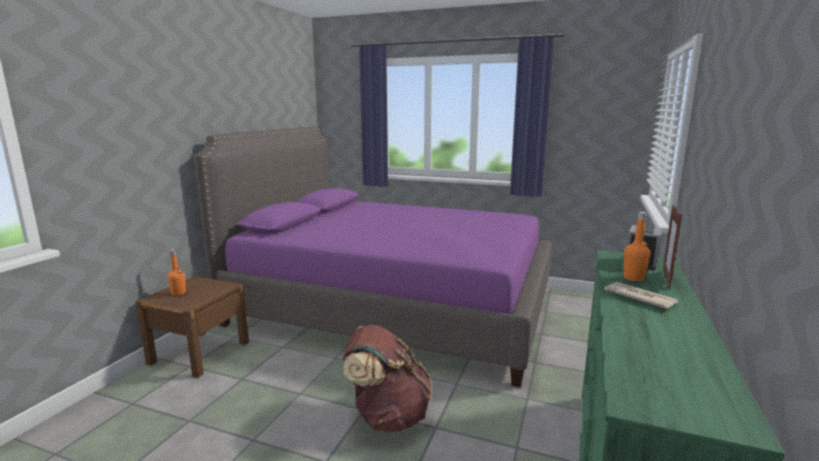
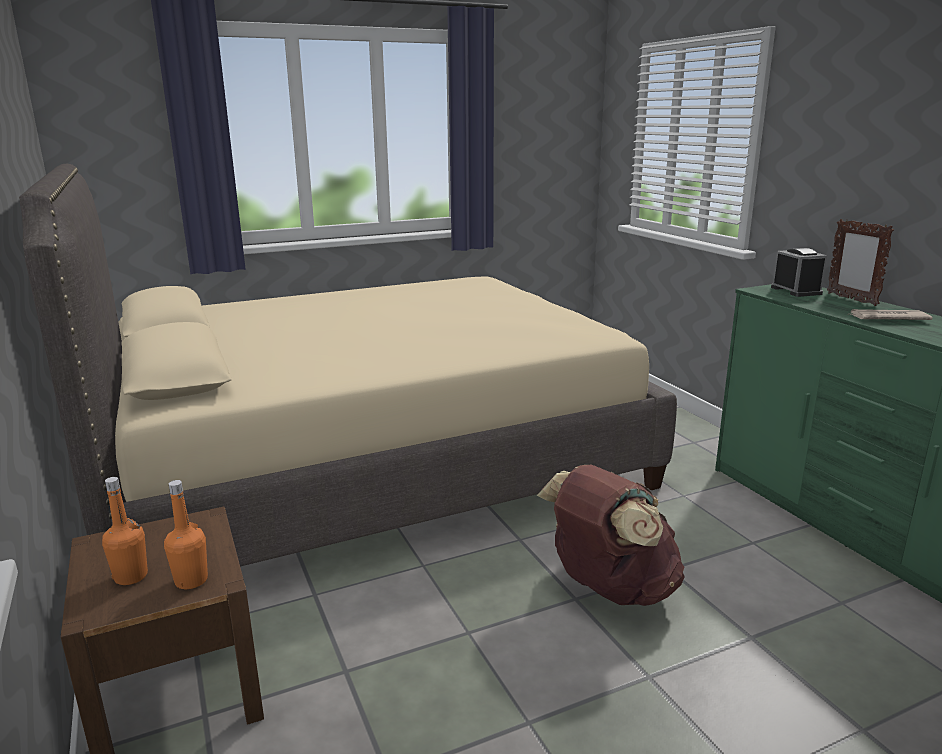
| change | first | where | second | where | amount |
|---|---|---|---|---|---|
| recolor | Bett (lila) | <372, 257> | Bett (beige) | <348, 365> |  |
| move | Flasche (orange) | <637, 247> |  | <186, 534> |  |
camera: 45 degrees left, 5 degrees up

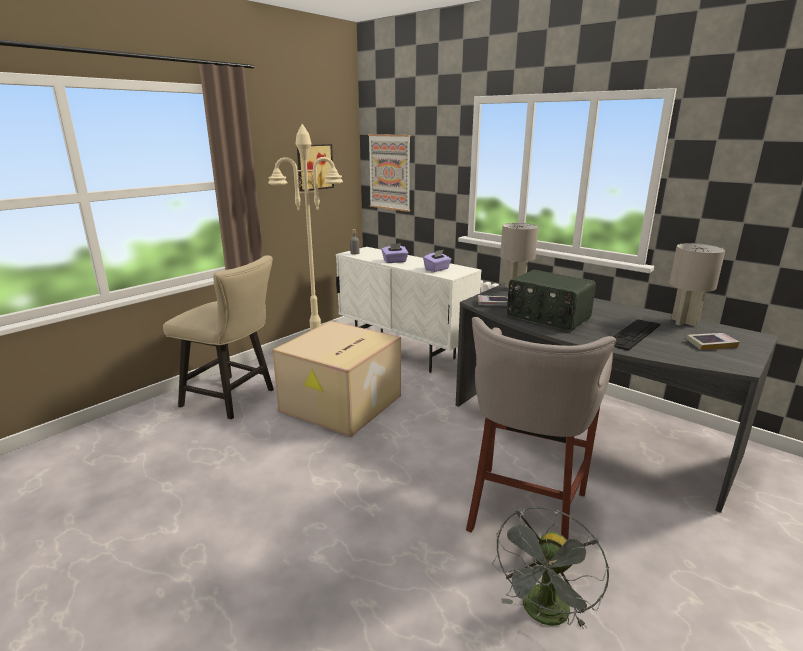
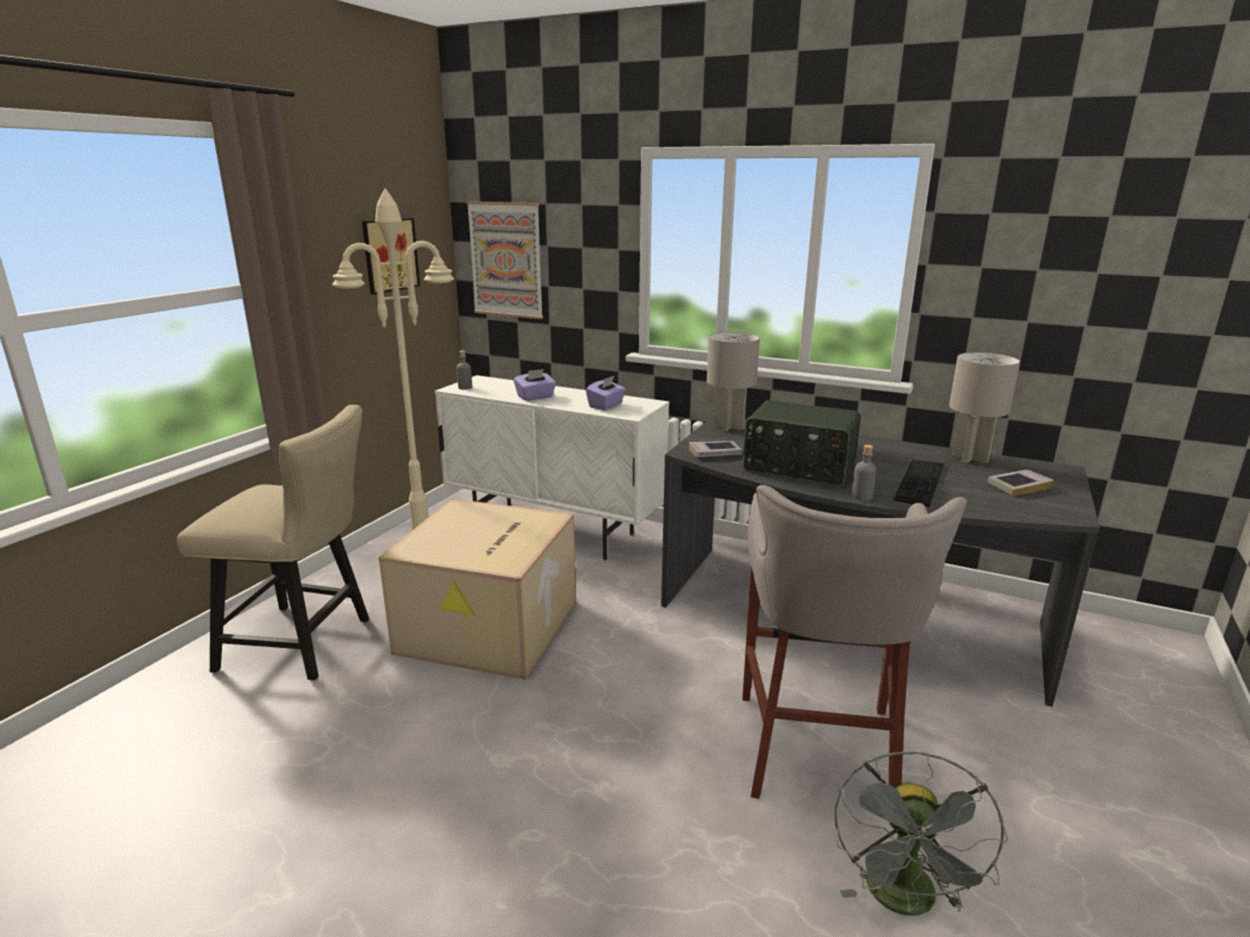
| change | first | where | second | where | amount |
|---|---|---|---|---|---|
| insert |  |  | Flasche (grau) | <864, 473> |  |
camera: 15 degrees left, 0 degrees up

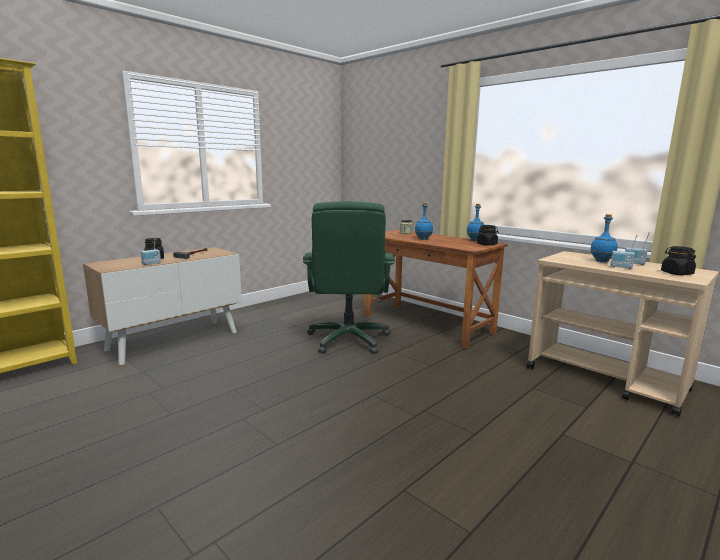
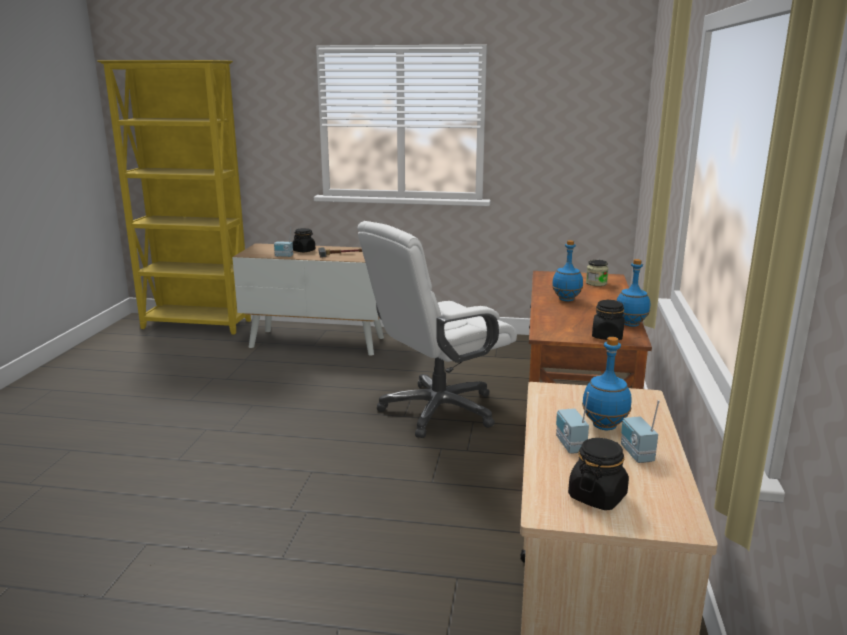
| change | first | where | second | where | amount |
|---|---|---|---|---|---|
| recolor | Bürostuhl (grün) | <349, 277> | Bürostuhl (weiß) | <437, 329> |  |
camera: 55 degrees right, 5 degrees up

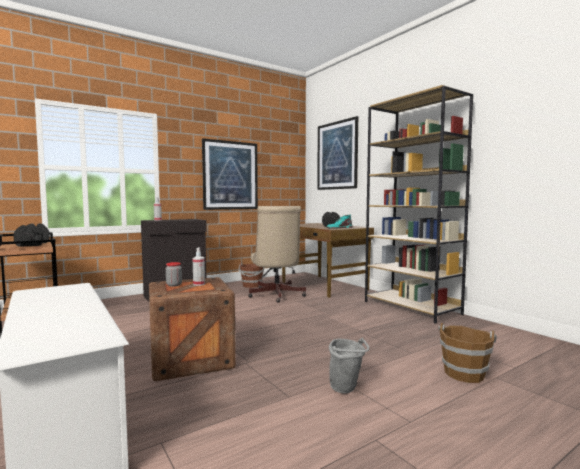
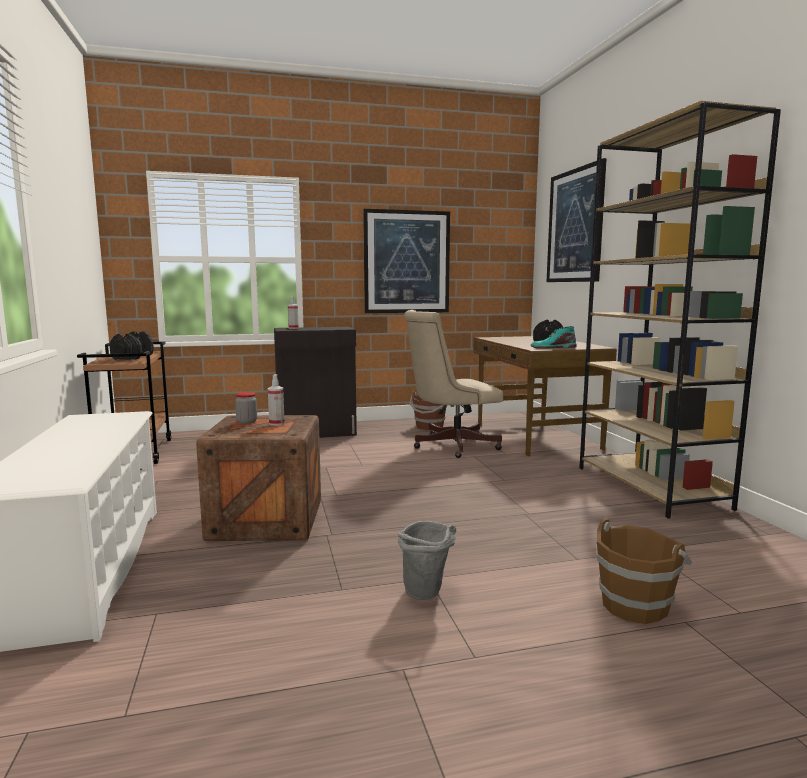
| change | first | where | second | where | amount |
|---|---|---|---|---|---|
| rotate | Bürostuhl (beige) | <277, 254> |  | <453, 384> | 60 degrees clockwise |
camera: 20 degrees right, 5 degrees up

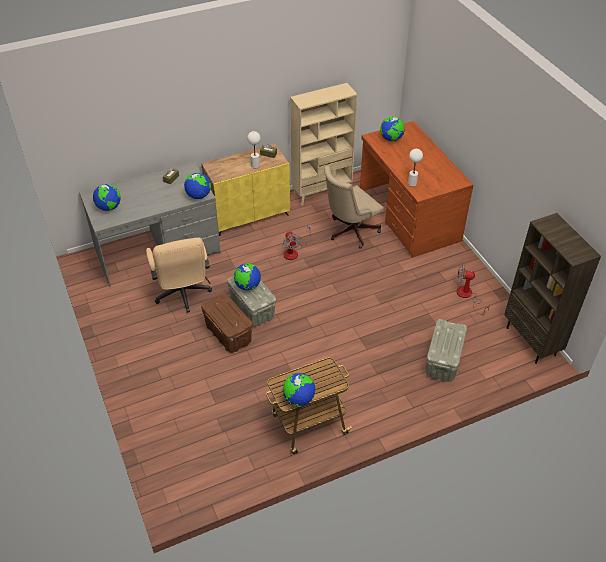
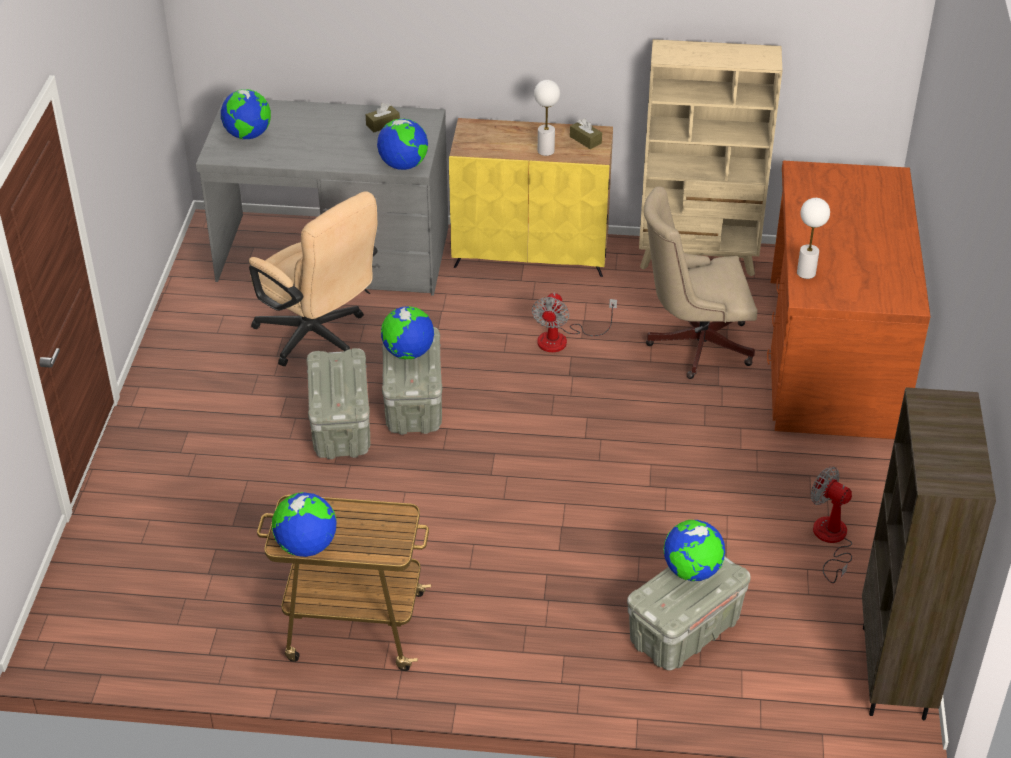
| change | first | where | second | where | amount |
|---|---|---|---|---|---|
| move | Globus | <392, 129> |  | <694, 550> |  |
| rotate | Bürostuhl (beige) | <179, 275> |  | <313, 278> | 60 degrees counterclockwise |
| recolor | Aufbewahrungsbox (braun) | <227, 323> | Aufbewahrungsbox (grau) | <338, 403> |  |
camera: 30 degrees right, 5 degrees down

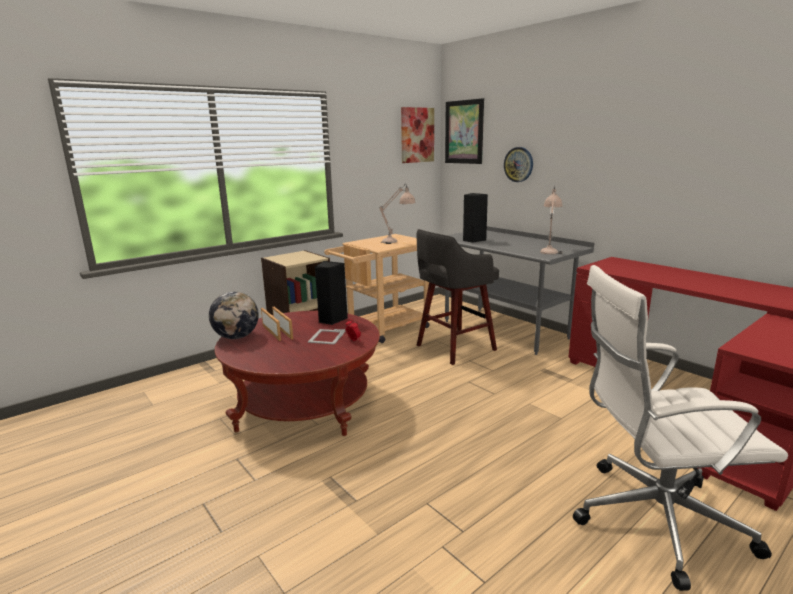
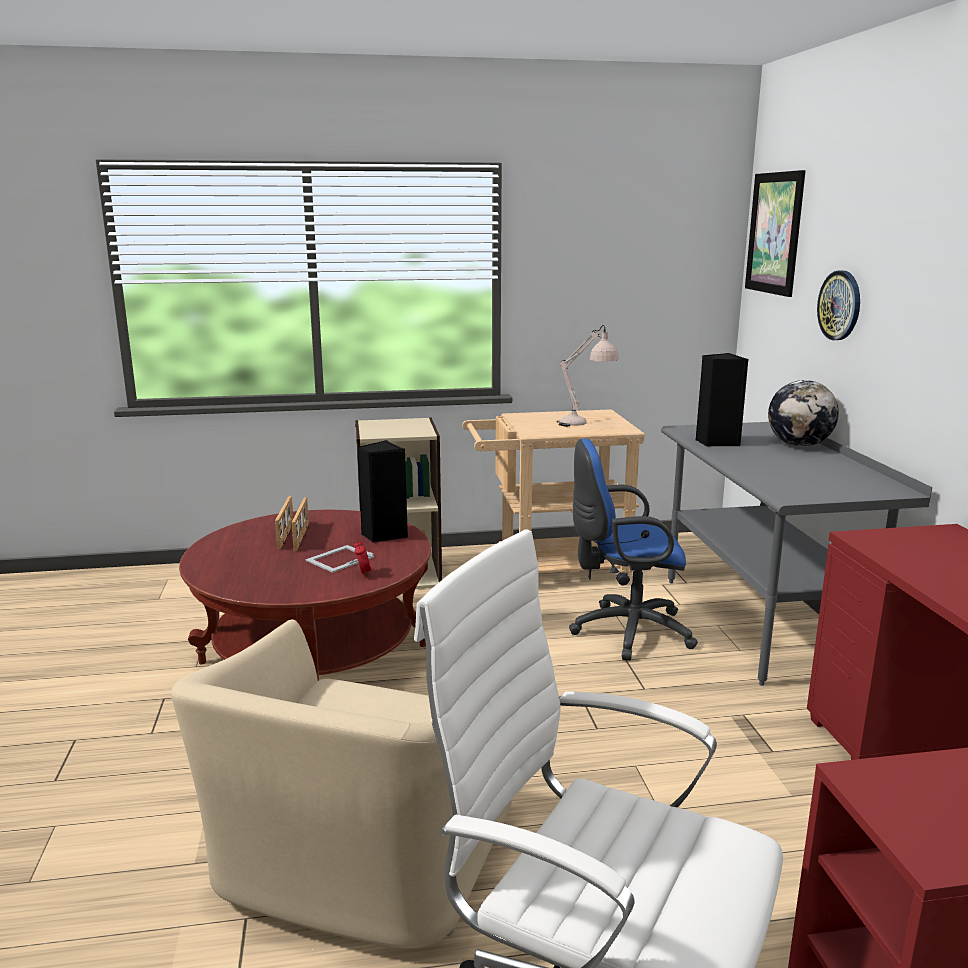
| change | first | where | second | where | amount |
|---|---|---|---|---|---|
| delete | Bild | <417, 135> |  |  |  |
| delete | Tischlampe (beige) | <551, 220> |  |  |  |
| replace | Hocker (grau) | <458, 297> | Bürostuhl (blau) | <633, 550> |  |
| move | Globus | <234, 315> |  | <803, 413> |  |
| insert |  |  | Sessel (beige) | <341, 784> |  |
camera: 30 degrees right, 0 degrees up

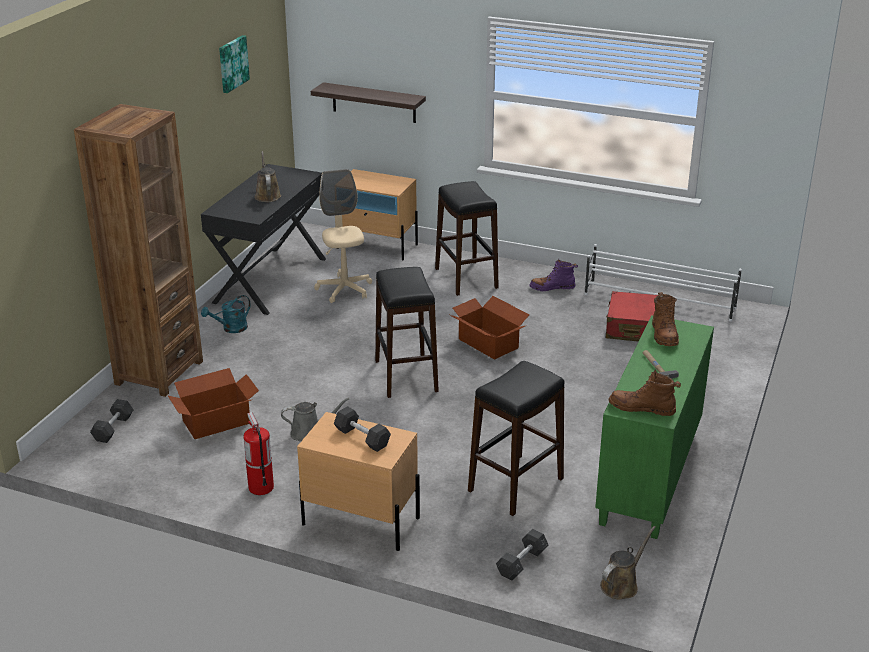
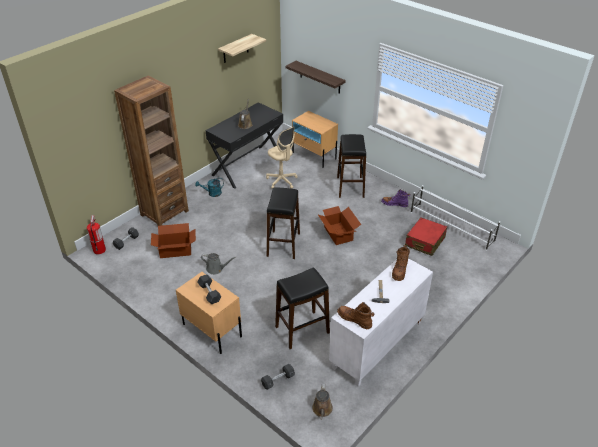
| change | first | where | second | where | amount |
|---|---|---|---|---|---|
| replace | Bild | <234, 64> | Wandregal | <242, 48> |  |
| rotate | Bürostuhl (beige) | <343, 236> |  | <282, 157> | 135 degrees clockwise |
| recolor | Schrank (grün) | <654, 427> | Schrank (weiß) | <381, 322> |  |
| move | Feuerlöscher | <258, 453> |  | <96, 234> |  |
| rotate | Gießkanne (braun) | <628, 563> |  | <322, 402> | 120 degrees clockwise |
camera: 20 degrees right, 10 degrees up

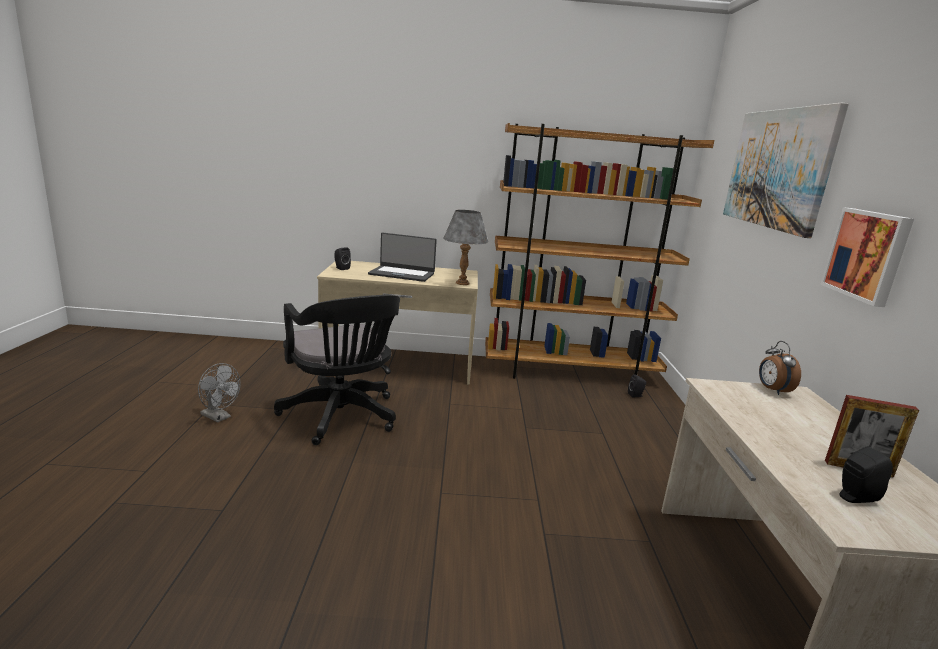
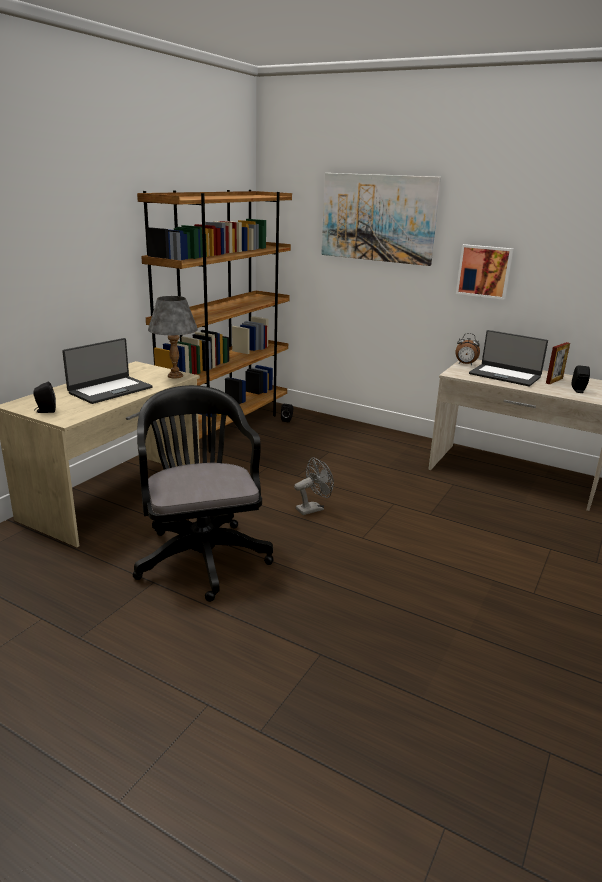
| change | first | where | second | where | amount |
|---|---|---|---|---|---|
| rotate | Bürostuhl (schwarz) | <337, 370> |  | <203, 493> | 105 degrees counterclockwise |
| move | Ventilator (grau) | <219, 393> |  | <314, 486> |  |
| insert |  |  | Laptop | <508, 358> |  |
camera: 60 degrees left, 5 degrees up

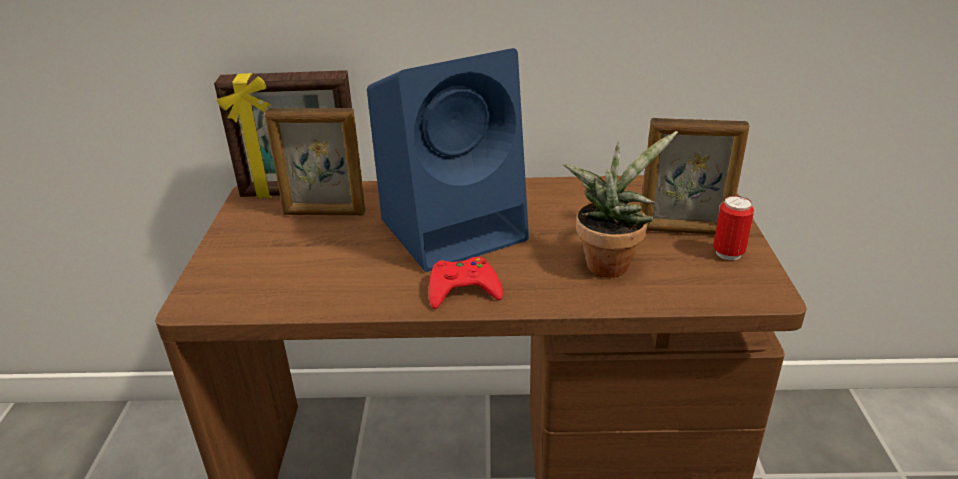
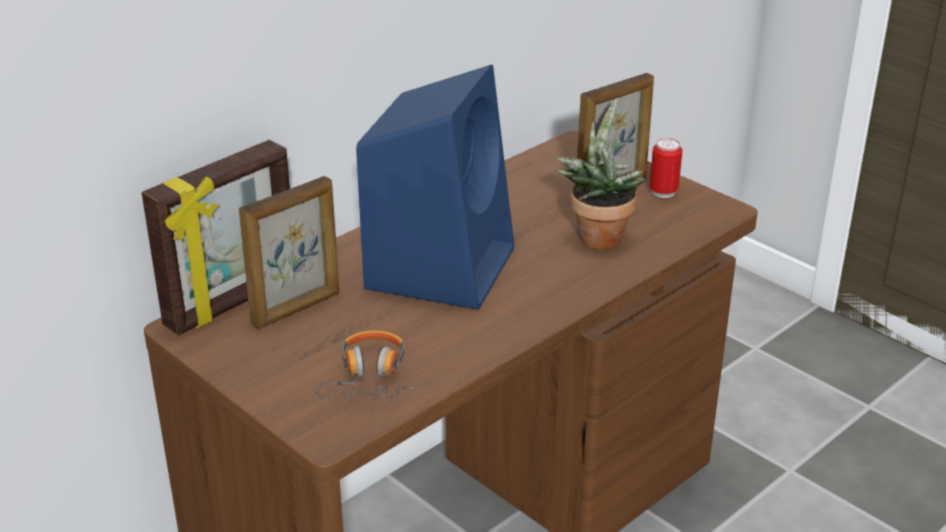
| change | first | where | second | where | amount |
|---|---|---|---|---|---|
| delete | Gamepad (rot) | <466, 283> |  |  |  |
| insert |  |  | Kopfhörer | <365, 366> |  |
camera: 45 degrees left, 0 degrees up

